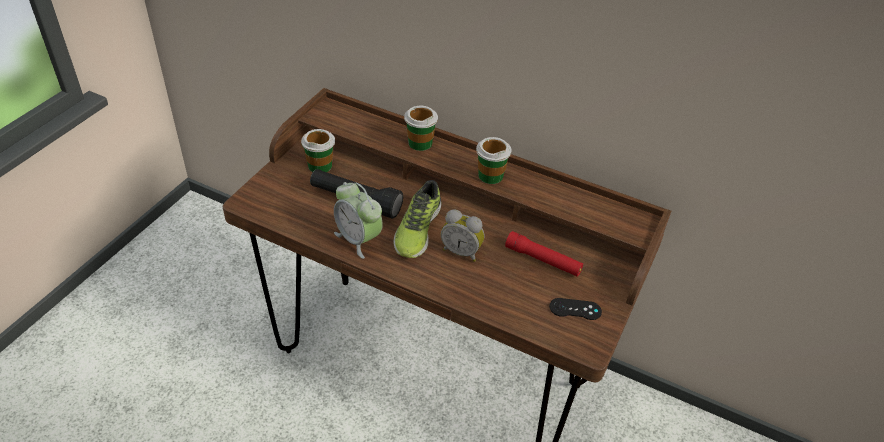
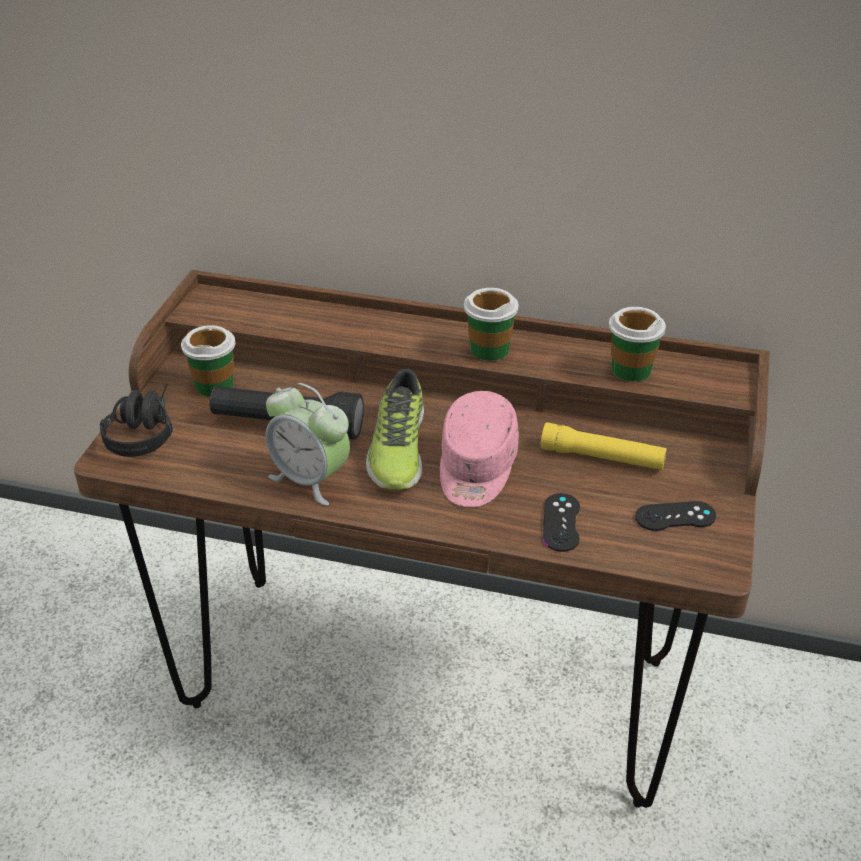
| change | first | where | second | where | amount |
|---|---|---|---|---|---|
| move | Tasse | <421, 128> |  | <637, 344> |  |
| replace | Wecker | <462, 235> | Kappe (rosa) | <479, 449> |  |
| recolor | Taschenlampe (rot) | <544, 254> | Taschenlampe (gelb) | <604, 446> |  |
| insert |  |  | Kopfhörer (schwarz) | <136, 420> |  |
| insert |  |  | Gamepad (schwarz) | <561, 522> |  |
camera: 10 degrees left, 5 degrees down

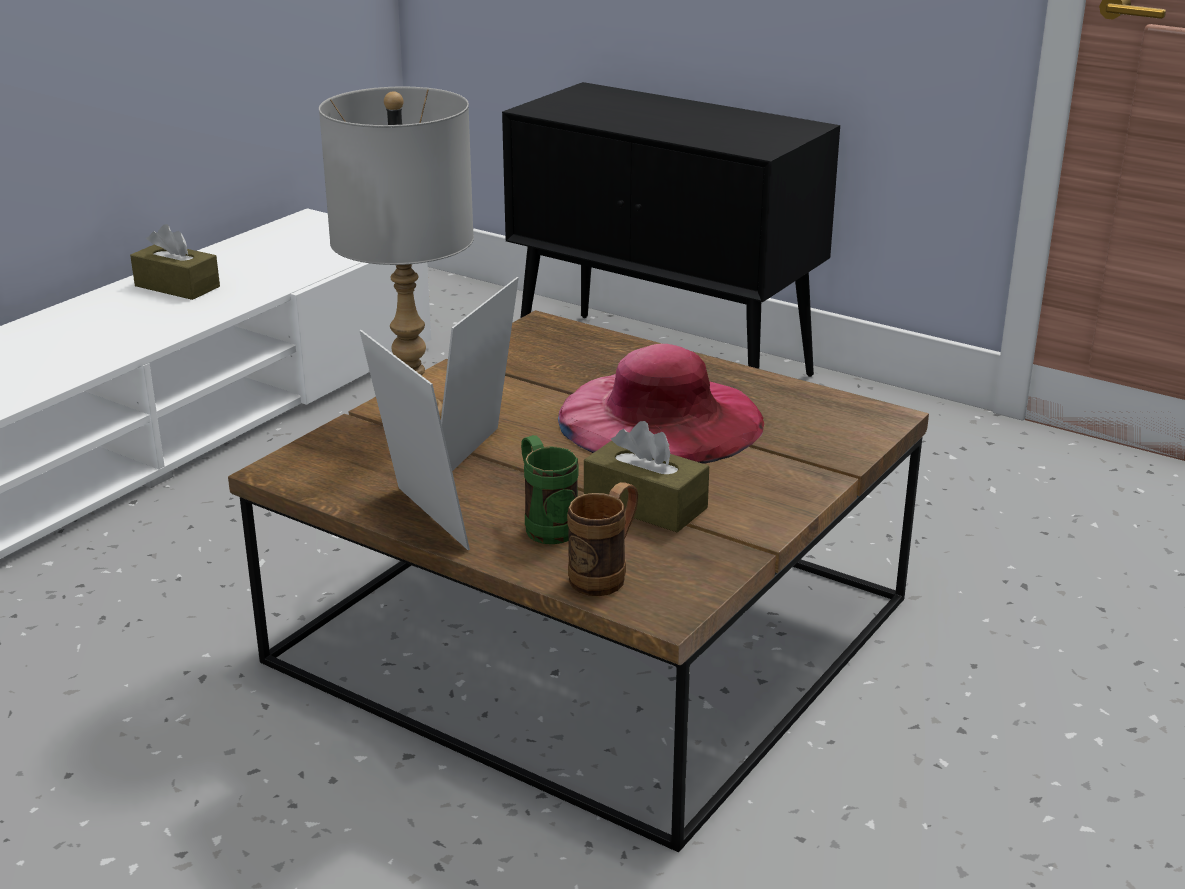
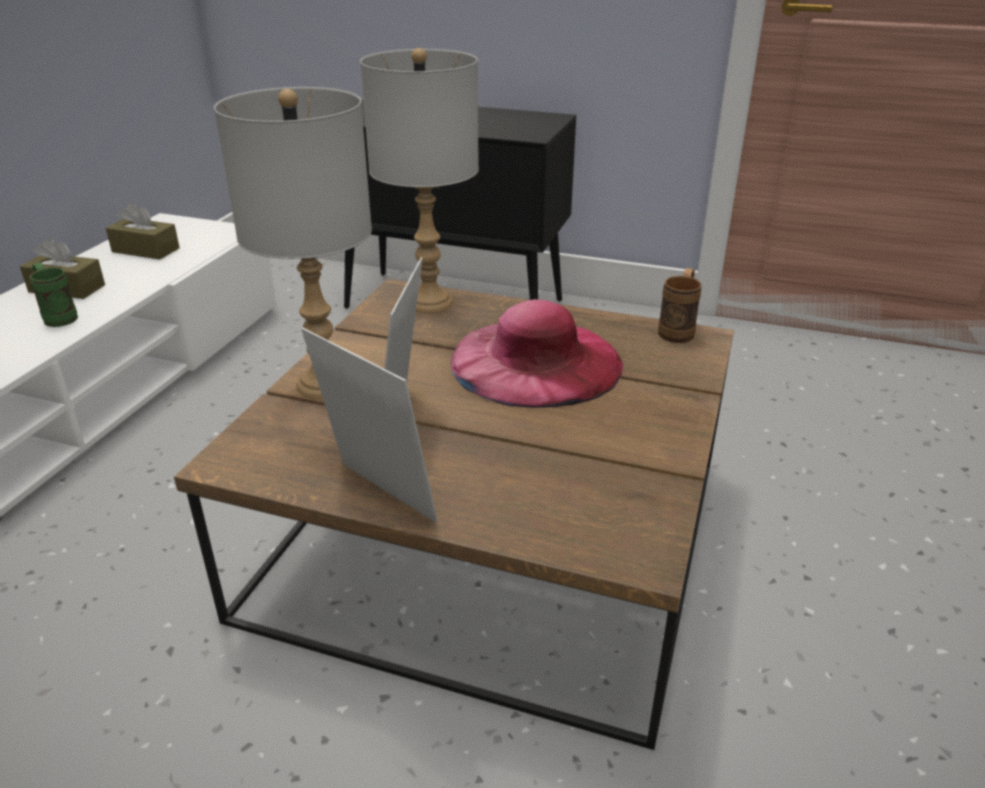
| change | first | where | second | where | amount |
|---|---|---|---|---|---|
| move | Taschentuchbox (braun) | <646, 476> |  | <143, 230> |  |
| move | Henkelbecher (grün) | <550, 489> |  | <54, 295> |  |
| move | Henkelbecher (braun) | <602, 539> |  | <679, 305> |  |
| insert |  |  | Tischlampe (grau) | <419, 180> |  |
camera: 15 degrees left, 5 degrees up

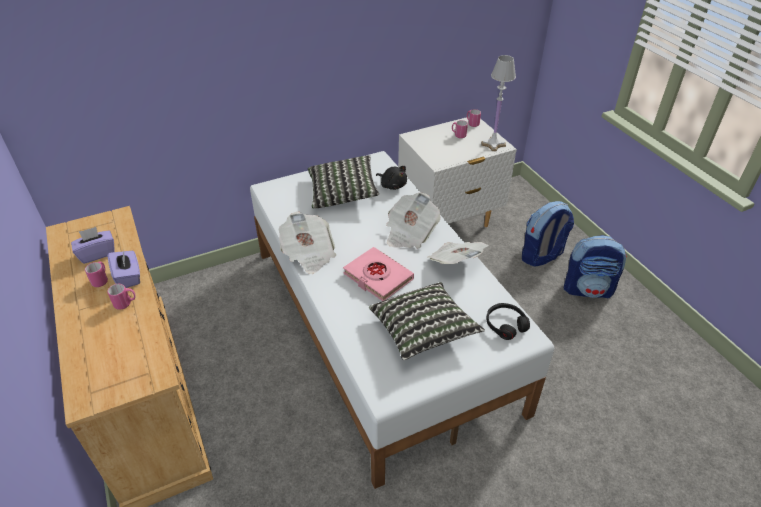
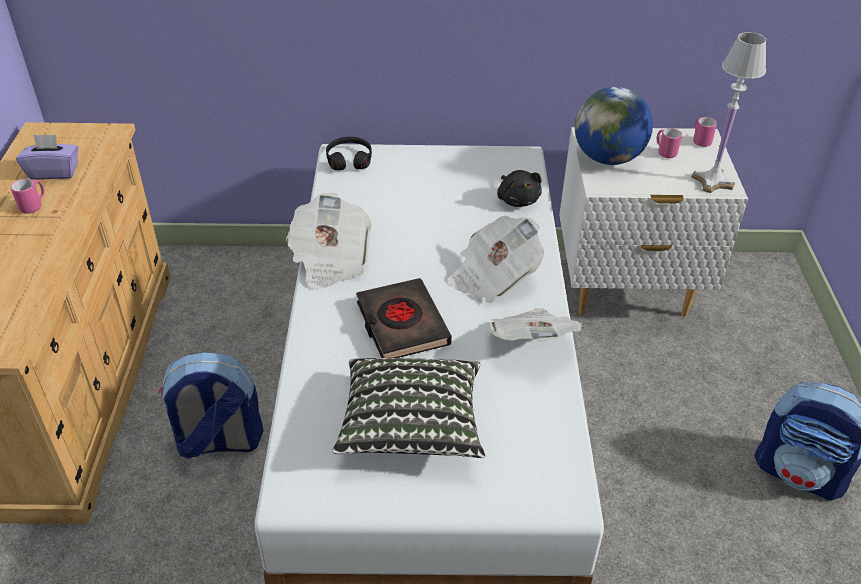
| change | first | where | second | where | amount |
|---|---|---|---|---|---|
| delete | Kissen | <343, 182> |  |  |  |
| move | Rucksack | <548, 234> |  | <210, 405> |  |
| recolor | Buch (rosa) | <378, 274> | Buch (schwarz) | <404, 318> |  |
| delete | Taschentuchbox (lila) | <124, 269> |  |  |  |
| delete | Henkelbecher (rosa) | <121, 297> |  |  |  |
| move | Kopfhörer (schwarz) | <508, 321> |  | <349, 154> |  |
| insert |  |  | Globus | <614, 126> |  |
camera: 25 degrees right, 0 degrees up

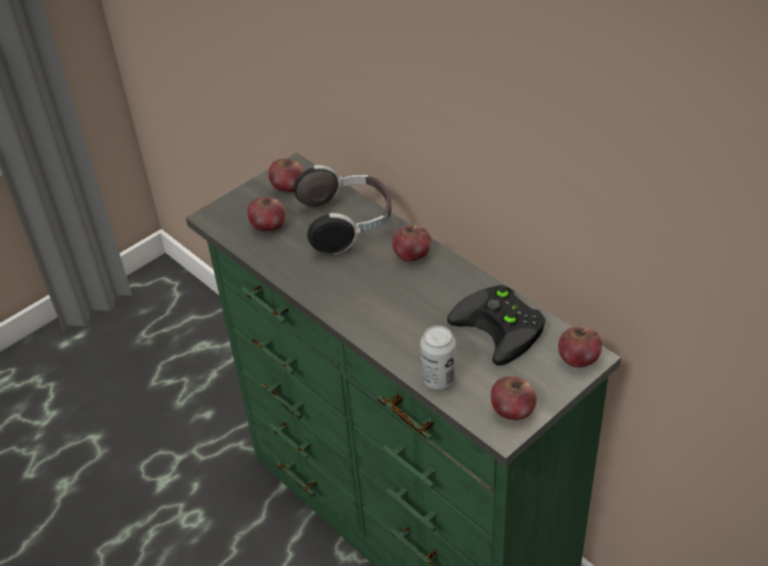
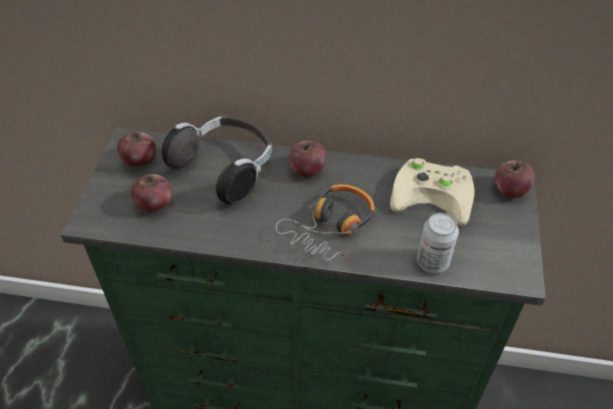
| change | first | where | second | where | amount |
|---|---|---|---|---|---|
| recolor | Gamepad (schwarz) | <496, 325> | Gamepad (beige) | <432, 192> |  |
| delete | Apfel | <514, 398> |  |  |  |
| insert |  |  | Kopfhörer | <325, 222> |  |
camera: 40 degrees left, 5 degrees up

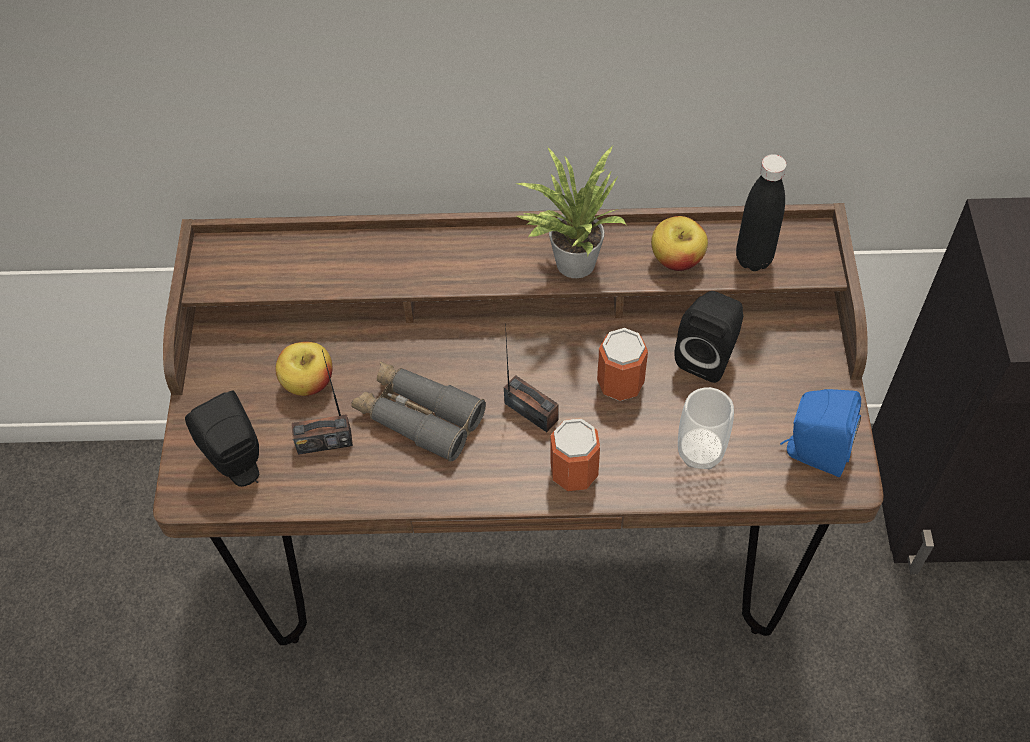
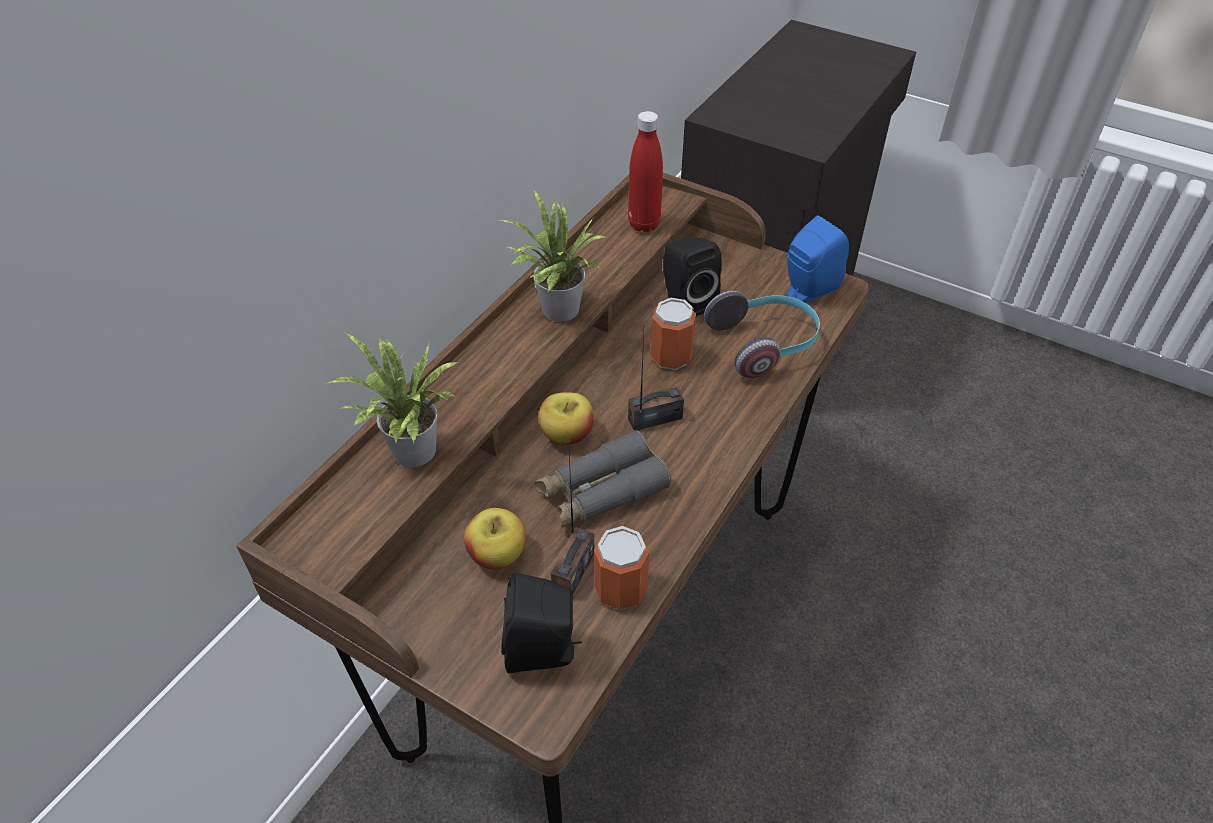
| change | first | where | second | where | amount |
|---|---|---|---|---|---|
| recolor | Flasche (schwarz) | <761, 212> | Flasche (rot) | <645, 171> |  |
| move | Apfel | <679, 243> |  | <566, 418> |  |
| replace | Tasse | <706, 428> | Kopfhörer | <762, 334> |  |
| move | Dose | <575, 454> |  | <621, 568> |  |
| insert |  |  | Topfpflanze | <391, 400> |  |
camera: 60 degrees left, 10 degrees down

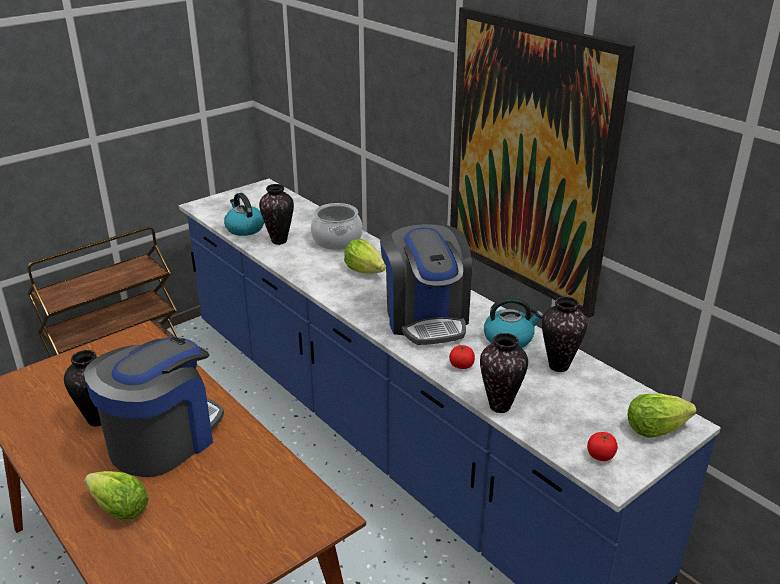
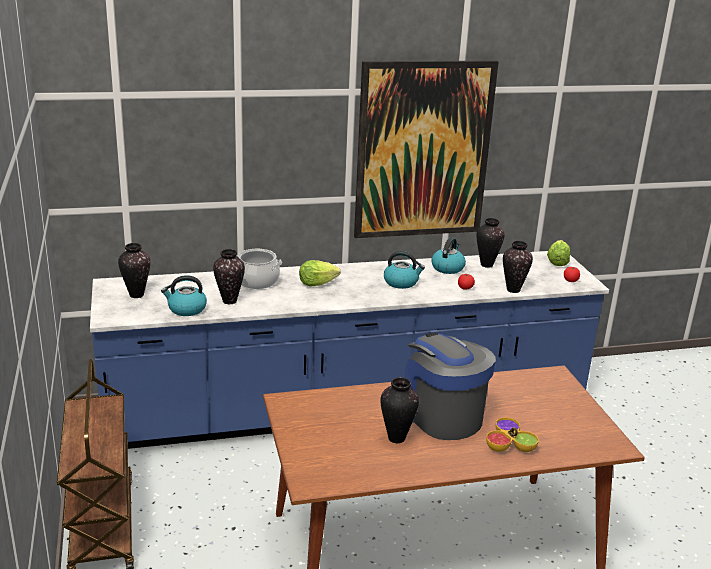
| change | first | where | second | where | amount |
|---|---|---|---|---|---|
| replace | Kaffeemaschine | <426, 284> | Wasserkessel | <404, 270> |  |
| replace | Salatkopf | <116, 495> | Schüssel | <512, 434> |  |
| insert |  |  | Vase | <134, 270> |  |
camera: 65 degrees left, 5 degrees down

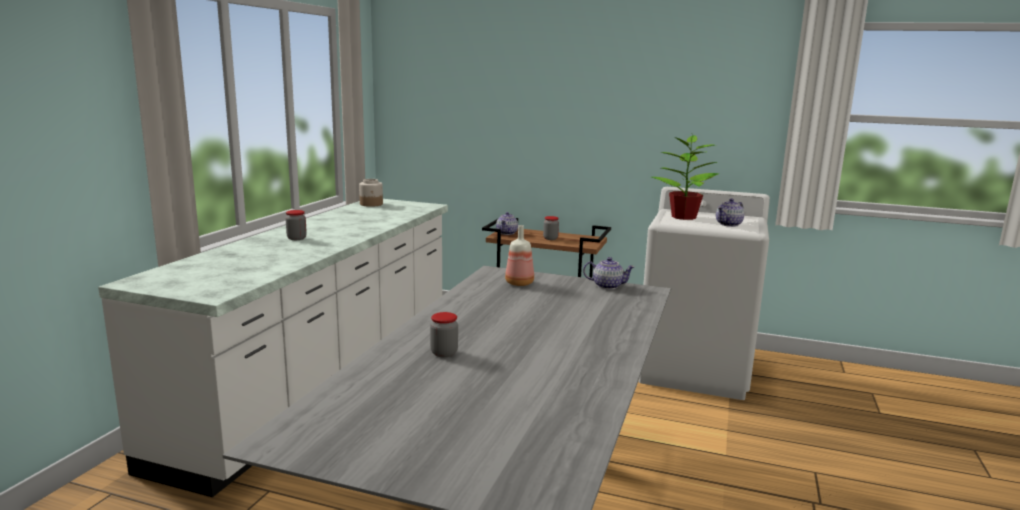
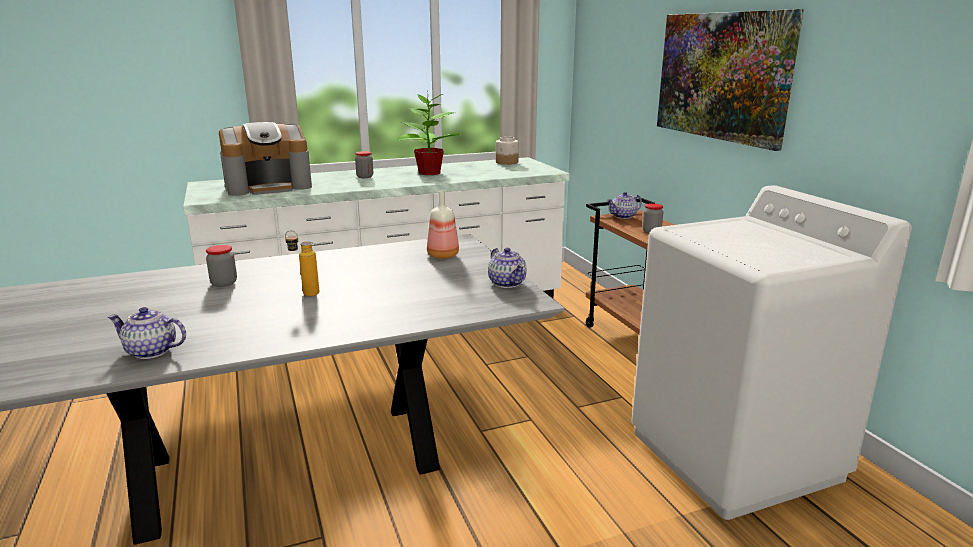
| change | first | where | second | where | amount |
|---|---|---|---|---|---|
| move | Topfpflanze | <685, 177> |  | <428, 133> |  |
| move | Teekanne | <730, 213> |  | <147, 333> |  |
| insert |  |  | Bild | <730, 80> |  |
| insert |  |  | Kaffeemaschine | <265, 159> |  |
| insert |  |  | Flasche | <302, 263> |  |
camera: 50 degrees right, 5 degrees up

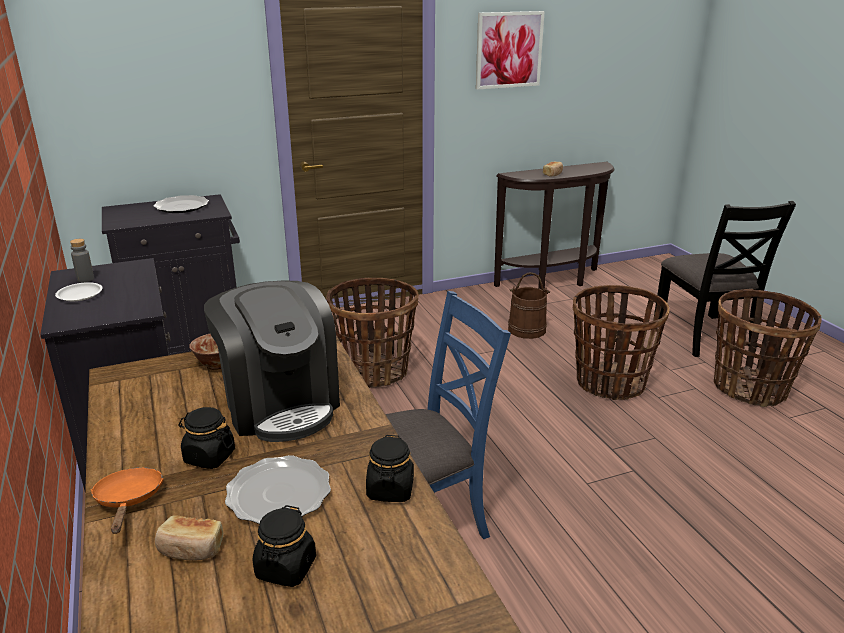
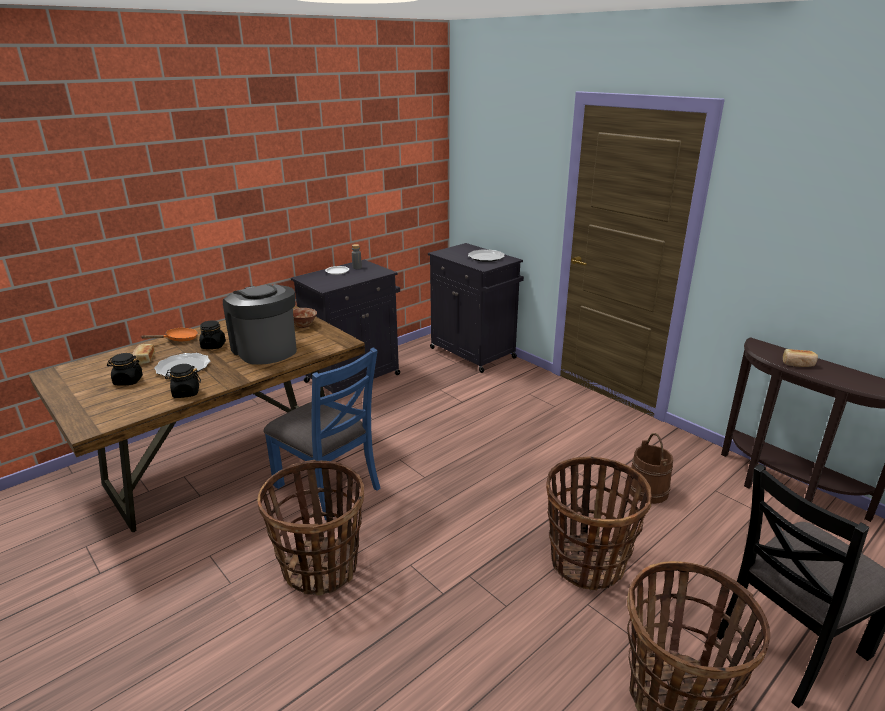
| change | first | where | second | where | amount |
|---|---|---|---|---|---|
| delete | Bild | <510, 50> |  |  |  |
| move | Korb | <372, 333> |  | <310, 528> |  |
| rotate | Kaffeemaschine | <272, 361> |  | <260, 324> | 105 degrees clockwise |
camera: 70 degrees right, 0 degrees up

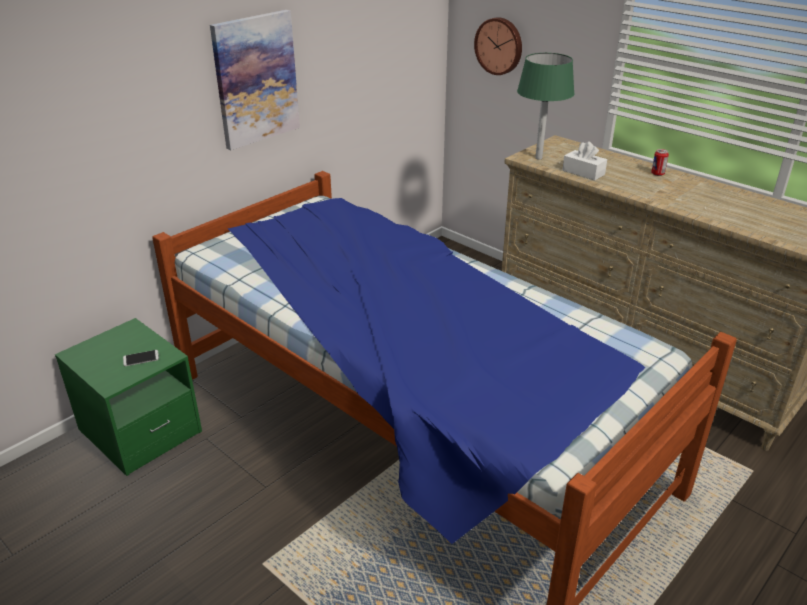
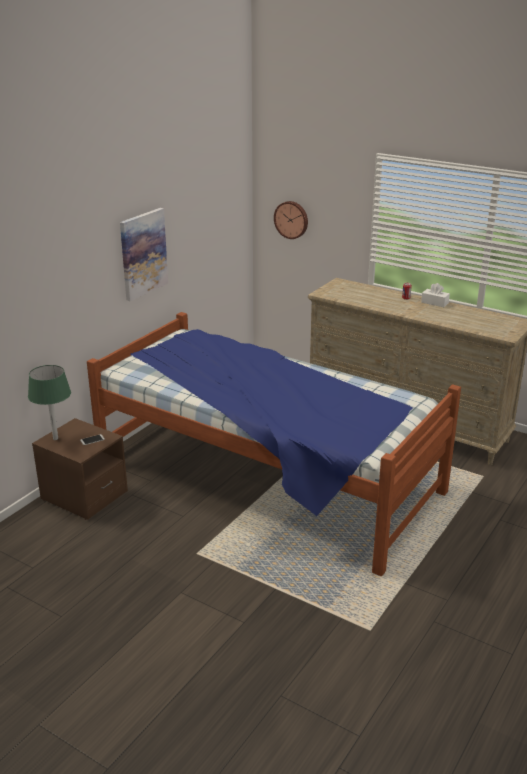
| change | first | where | second | where | amount |
|---|---|---|---|---|---|
| move | Tischlampe (grün) | <546, 106> |  | <49, 402> |  |
| move | Taschentuchbox (weiß) | <585, 160> |  | <435, 295> |  |
| recolor | Nachttisch (grün) | <128, 397> | Nachttisch (braun) | <80, 469> |  |
camera: 10 degrees left, 5 degrees down

